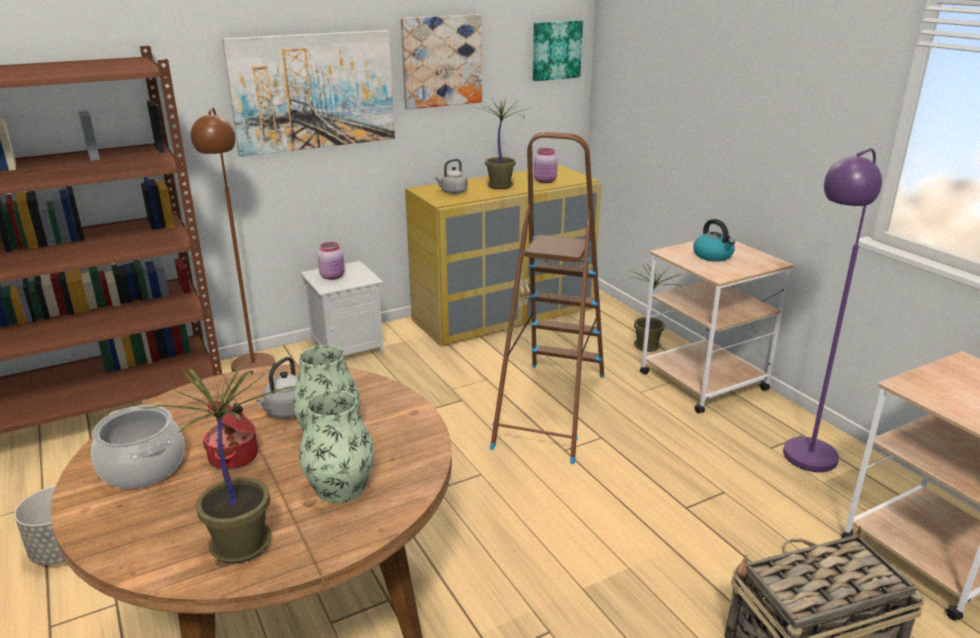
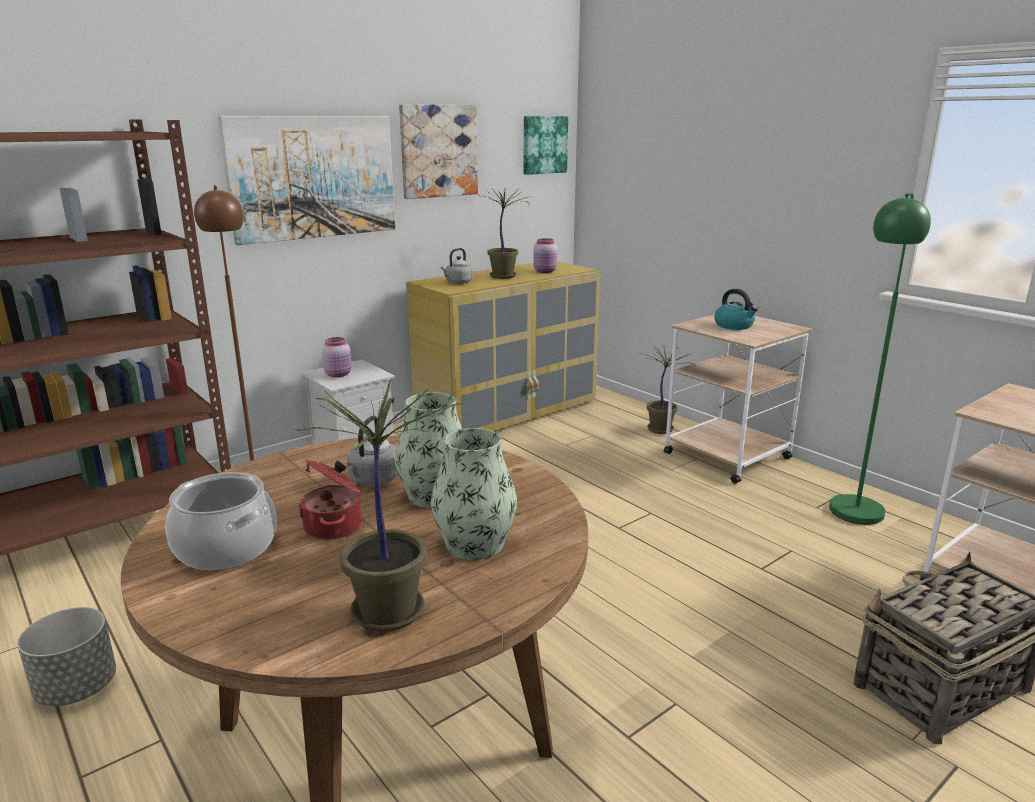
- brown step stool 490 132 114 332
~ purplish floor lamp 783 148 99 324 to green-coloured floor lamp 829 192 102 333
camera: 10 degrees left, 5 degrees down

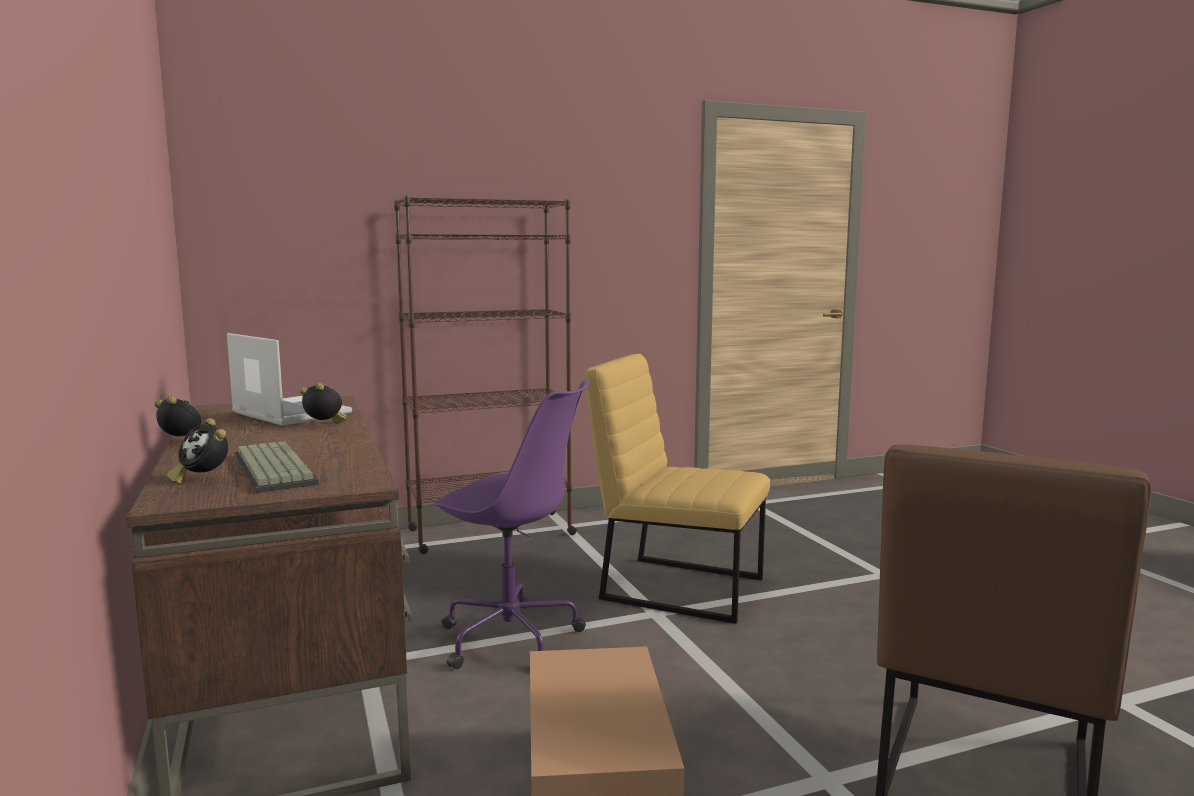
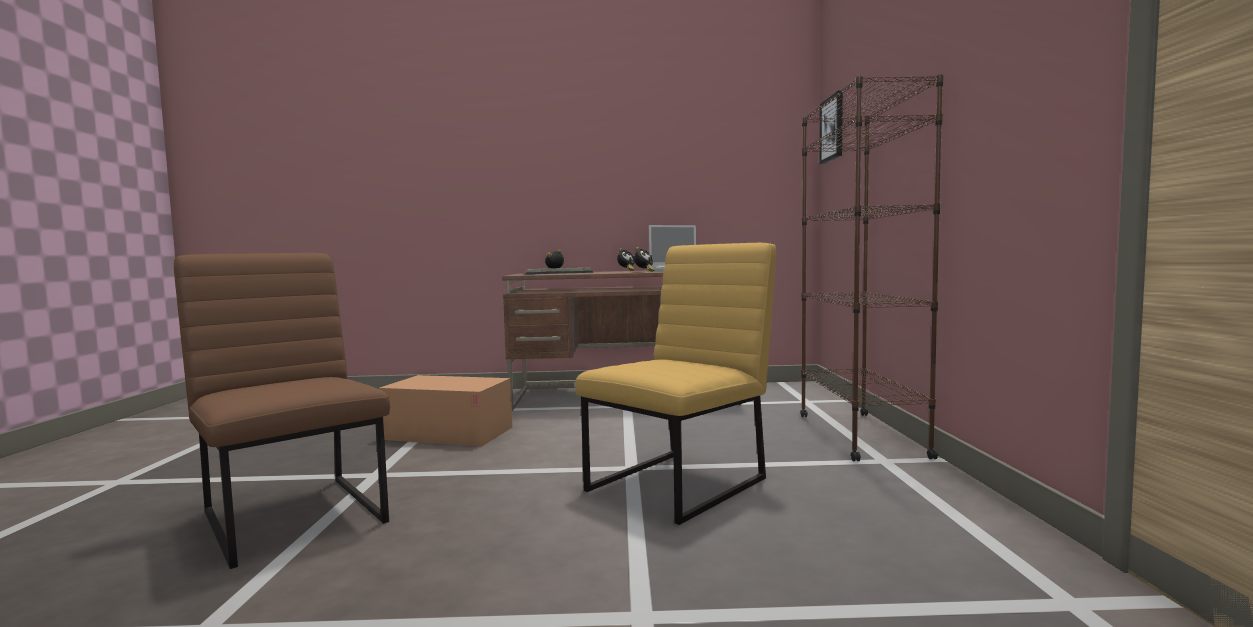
- purplish computer chair 433 380 157 289
+ wall picture 820 90 23 74
camera: 110 degrees right, 5 degrees down

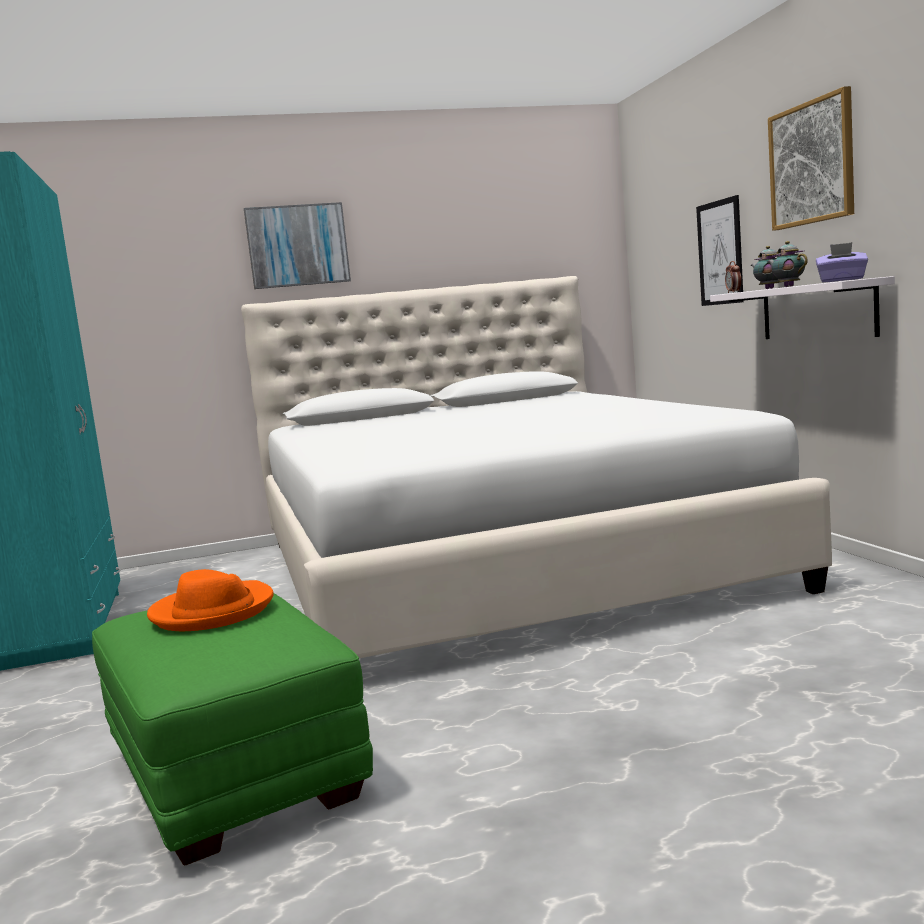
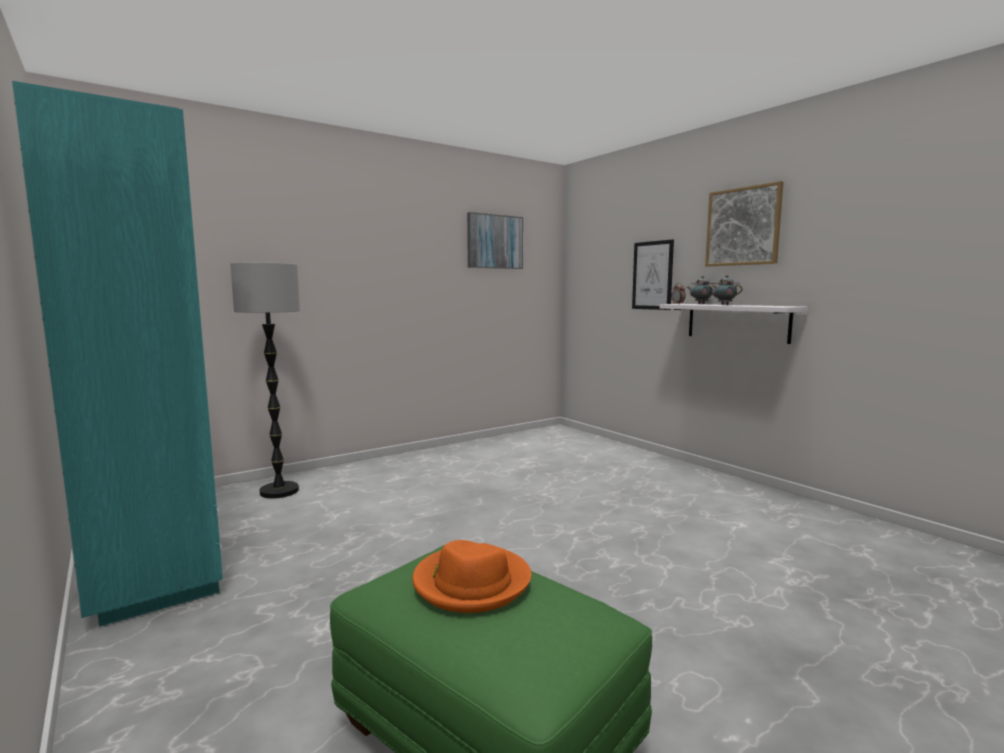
- whitish sleeping bed 241 276 591 382
~ wall picture 244 202 107 87 to 467 212 56 57
- purplish tissue holder 816 242 52 40
+ floor lamp 230 262 70 237
camera: 20 degrees left, 0 degrees up

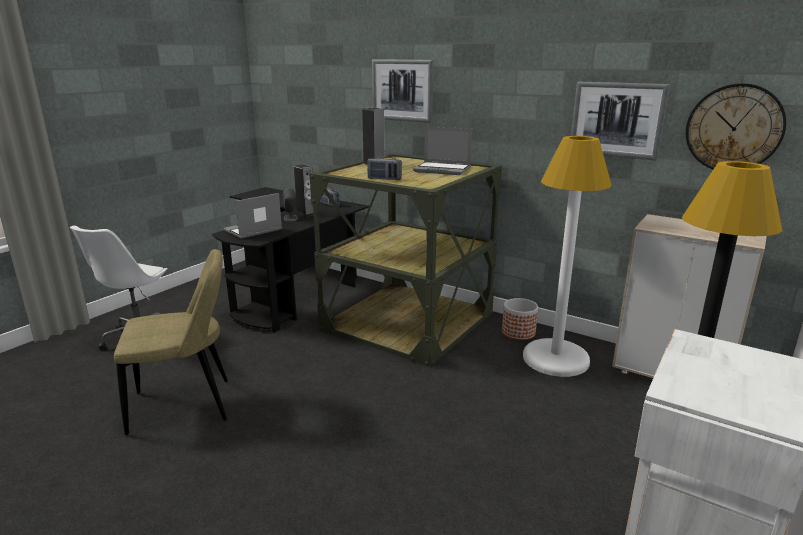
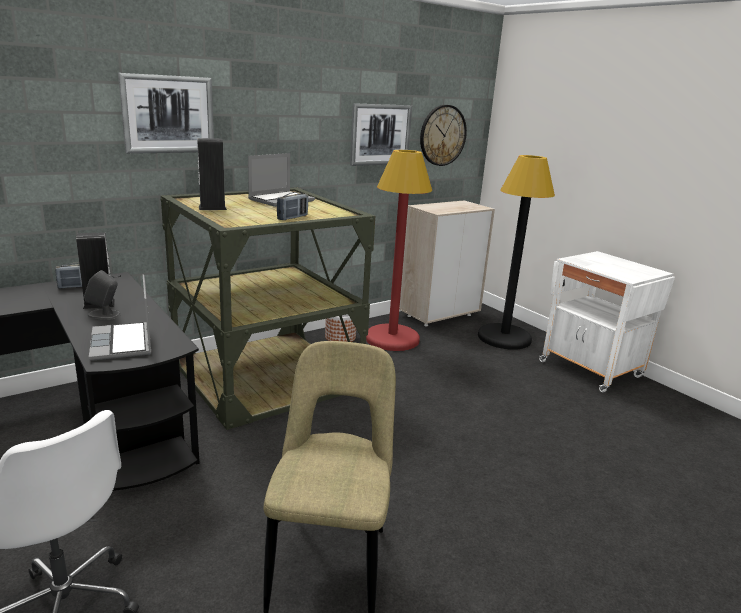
~ whitish floor lamp 523 136 89 241 to reddish floor lamp 366 150 66 201
camera: 70 degrees left, 0 degrees up

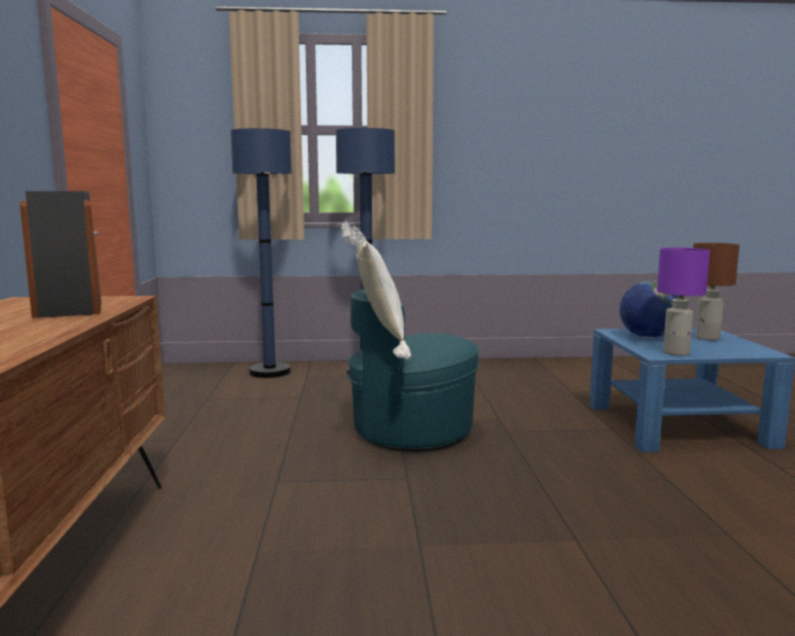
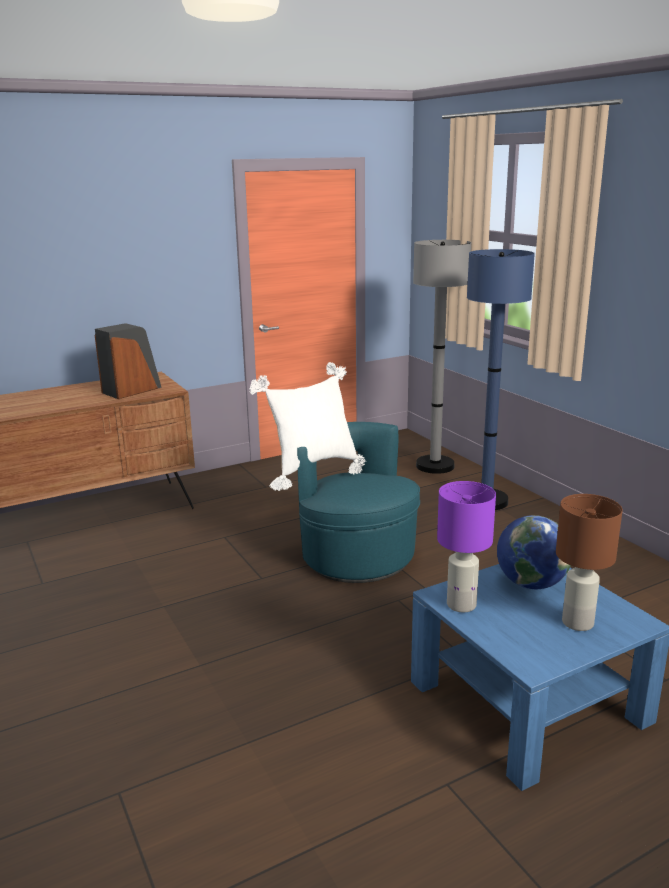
~ blue floor lamp 231 128 61 250 to gray floor lamp 413 240 59 234
camera: 65 degrees right, 10 degrees up

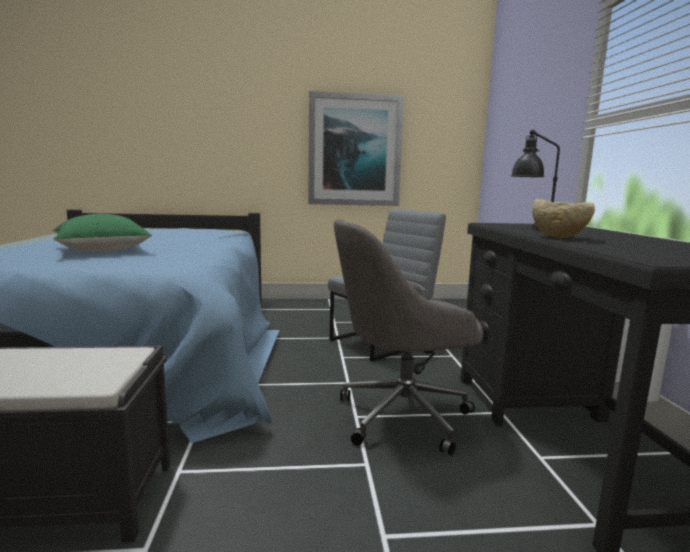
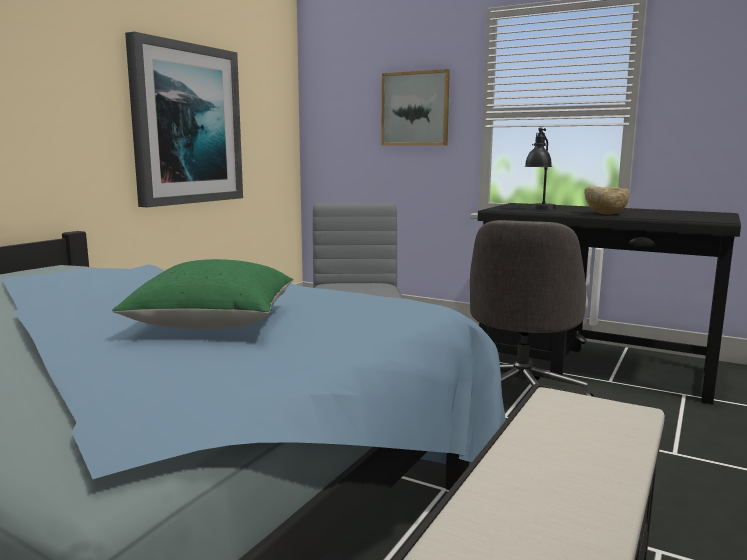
+ wall picture 381 69 69 77
camera: 55 degrees left, 0 degrees up

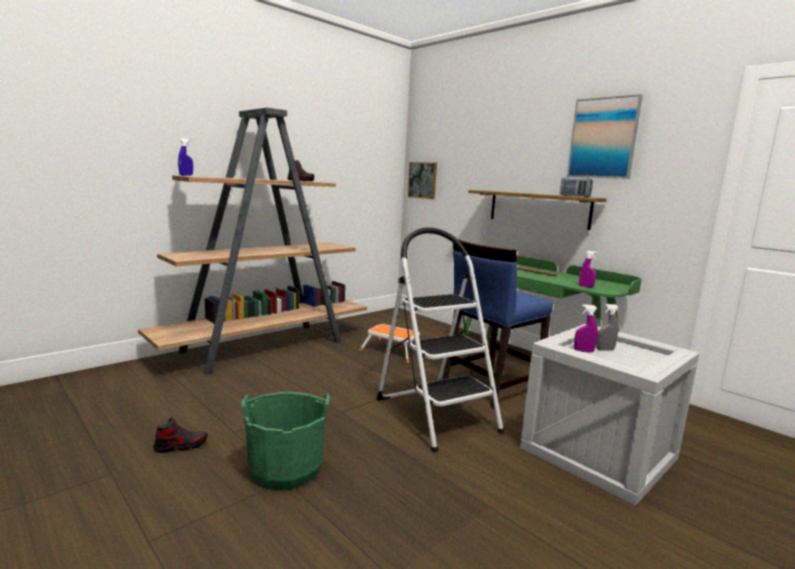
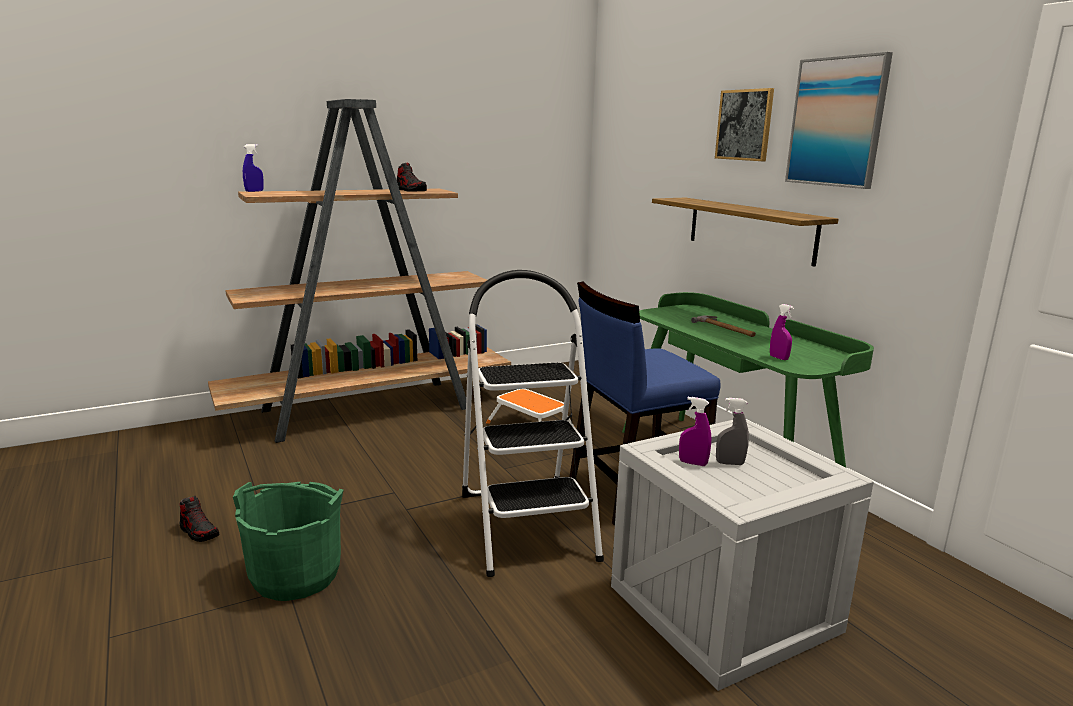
~ item of footwear 153 418 54 35 = 179 496 40 46 45 degrees clockwise
~ wall picture 408 162 29 37 to 715 88 59 73
- radio receiver 560 175 33 22
camera: 15 degrees right, 5 degrees up

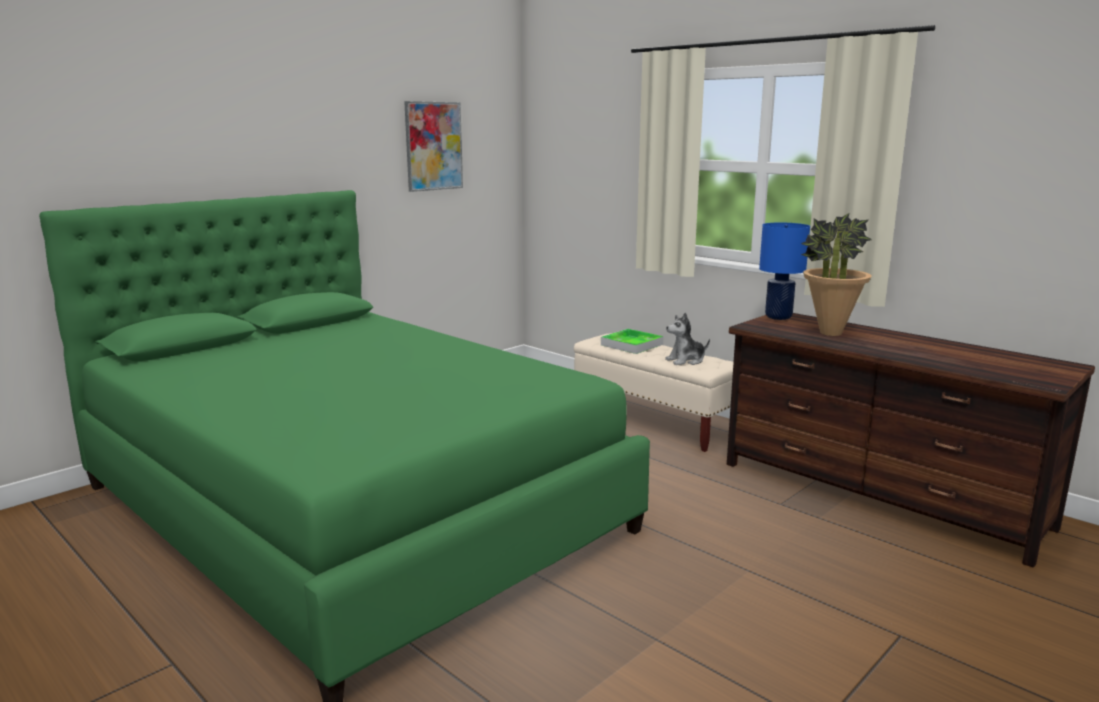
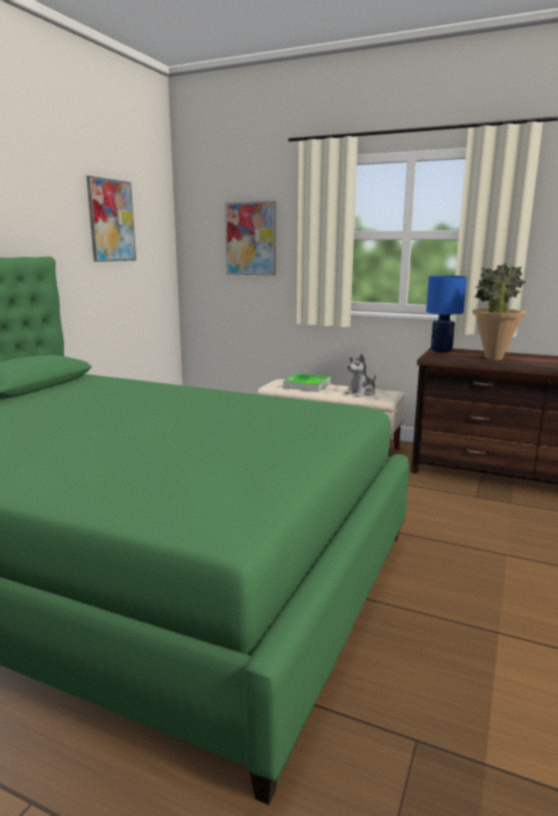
+ wall picture 225 201 51 75
camera: 20 degrees left, 0 degrees up

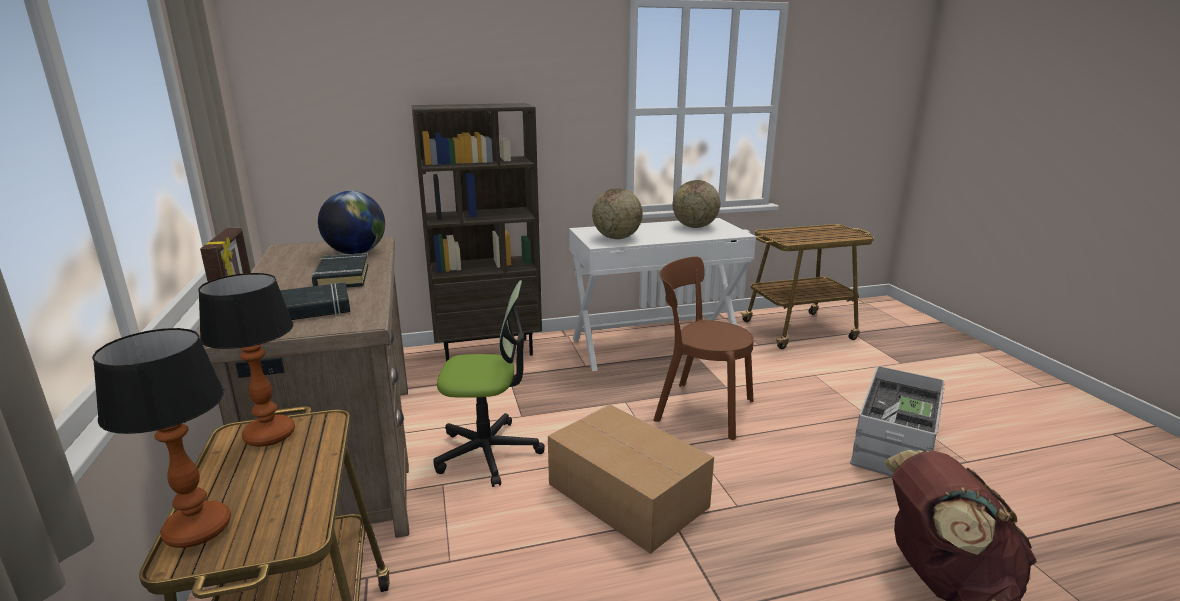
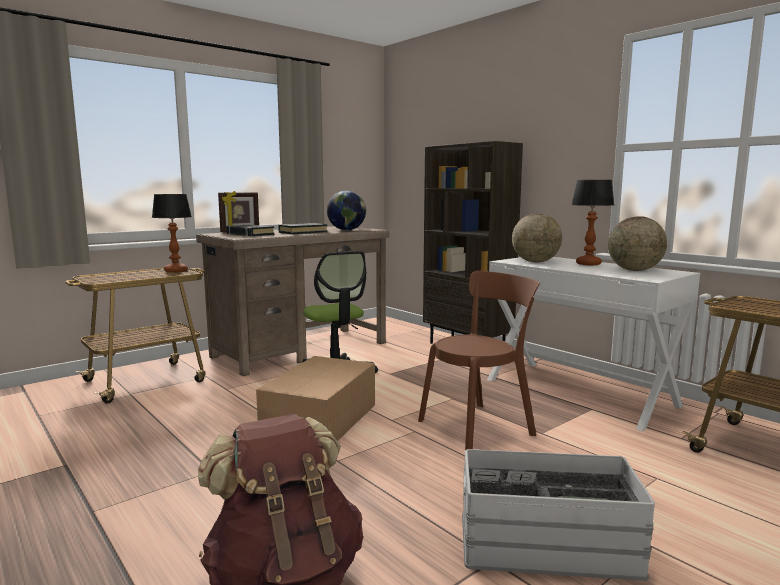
~ tabletop lamp 92 328 139 220 to 571 180 43 85
~ brown plain chair 653 257 101 183 = 418 271 122 179 60 degrees clockwise
camera: 65 degrees right, 10 degrees down

